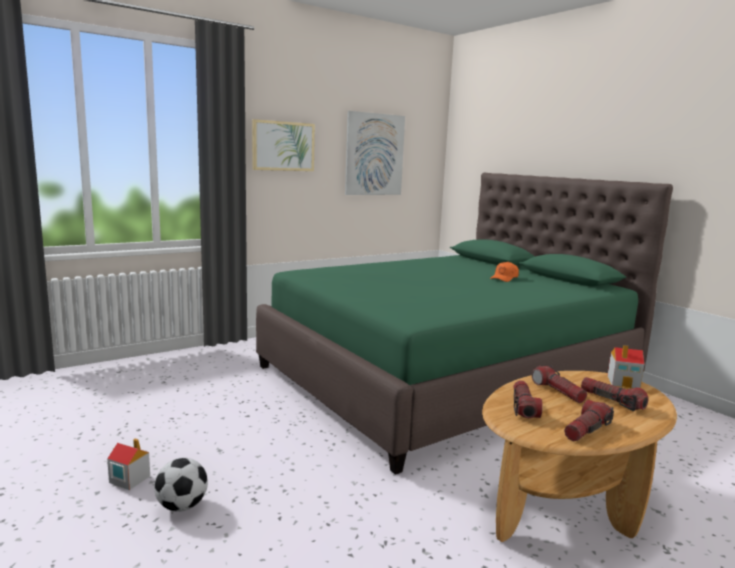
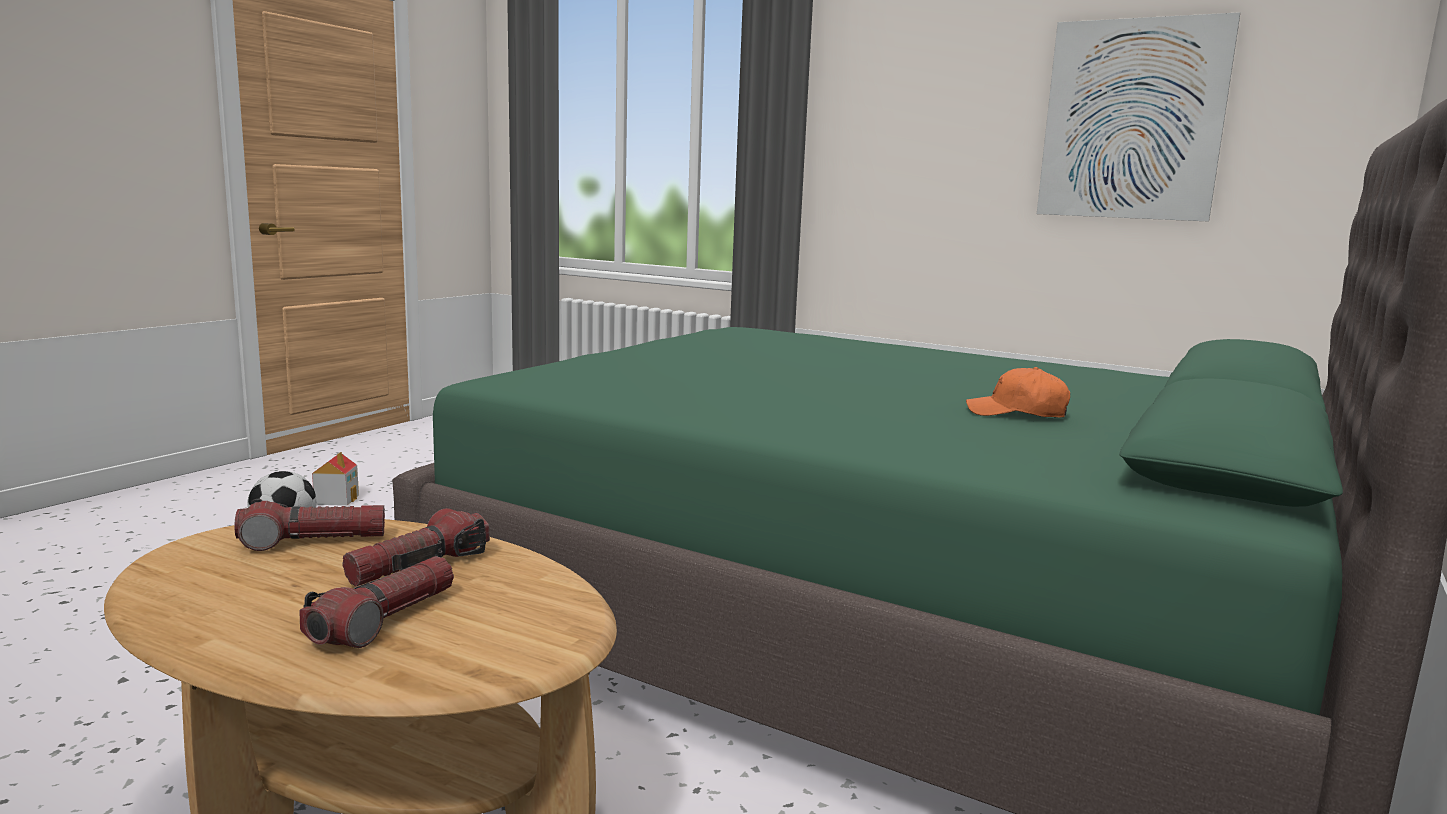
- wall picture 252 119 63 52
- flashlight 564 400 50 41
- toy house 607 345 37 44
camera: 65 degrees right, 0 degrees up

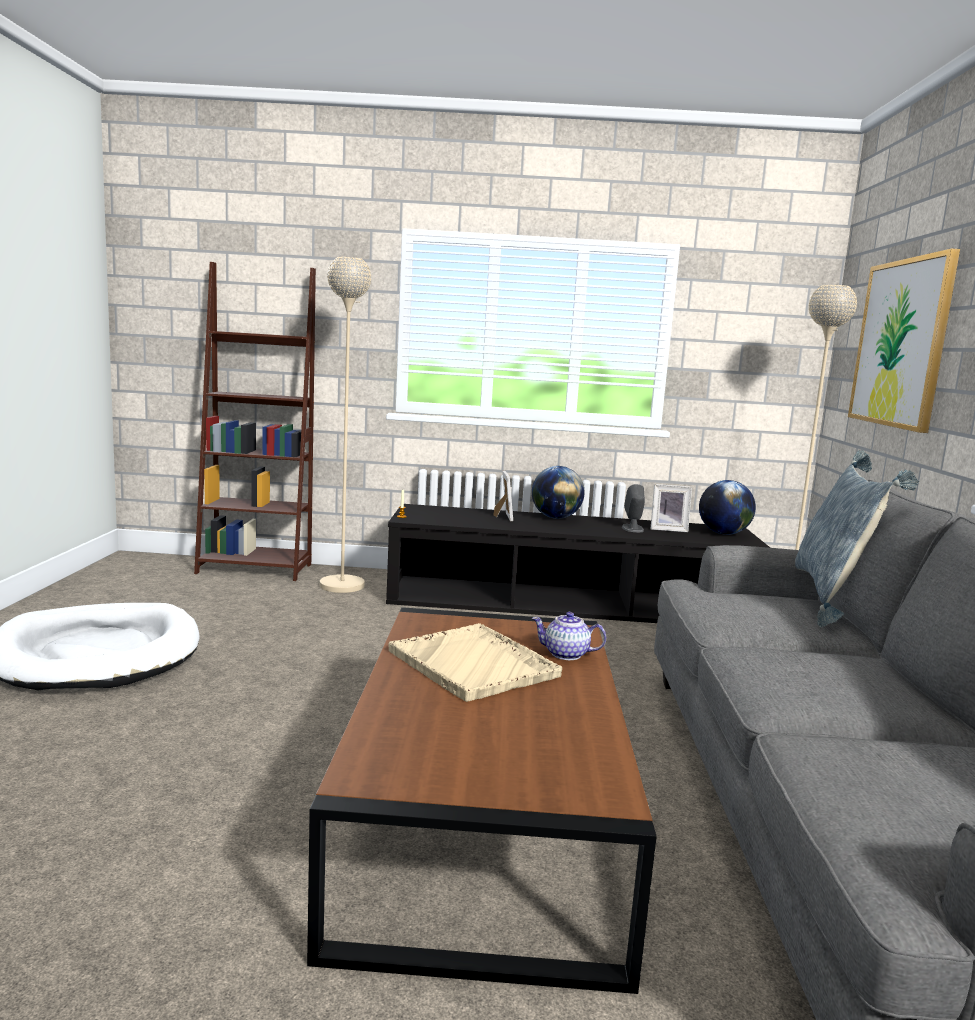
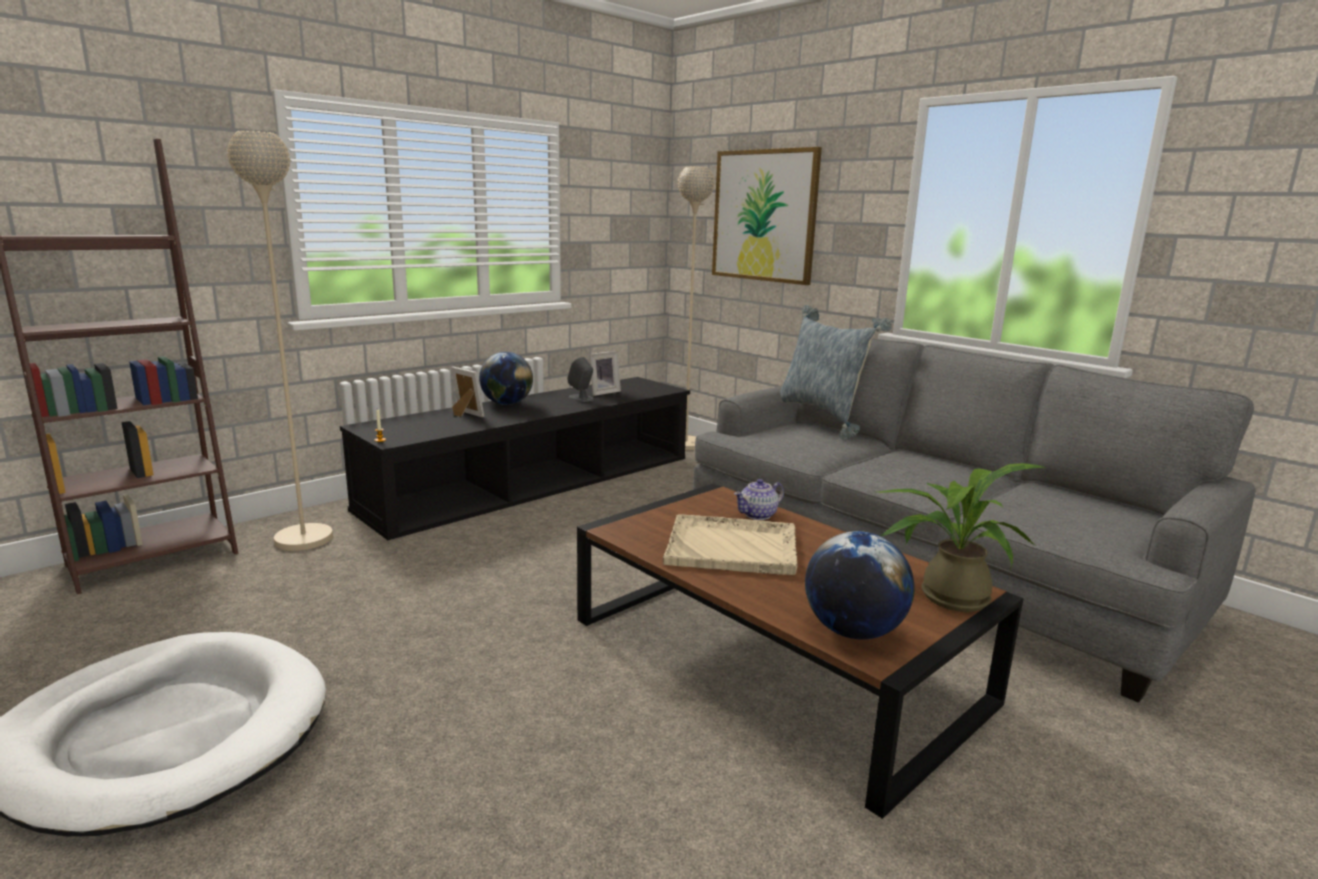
~ globe 699 480 57 55 to 805 531 109 109
+ potted plant 877 463 169 149
camera: 45 degrees left, 5 degrees up

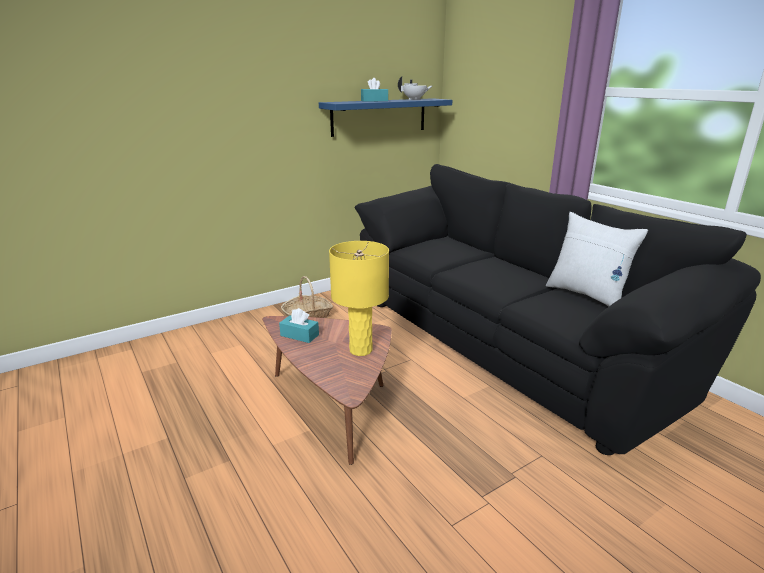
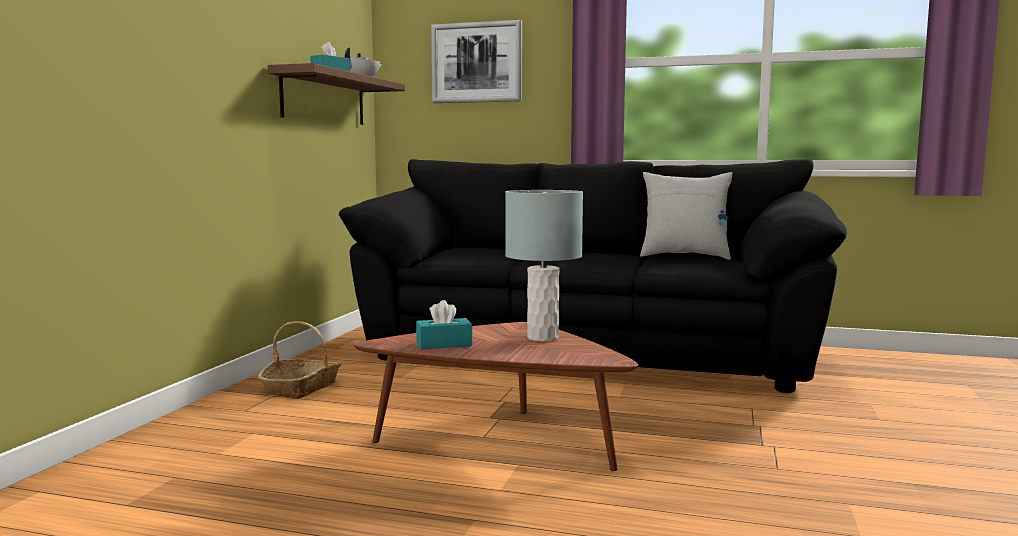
~ blue shelf 319 98 133 39 to brown shelf 268 63 137 62
~ yellowish tabletop lamp 329 241 60 115 to gray tabletop lamp 505 190 78 152
+ wall picture 431 20 91 83
camera: 40 degrees left, 15 degrees down

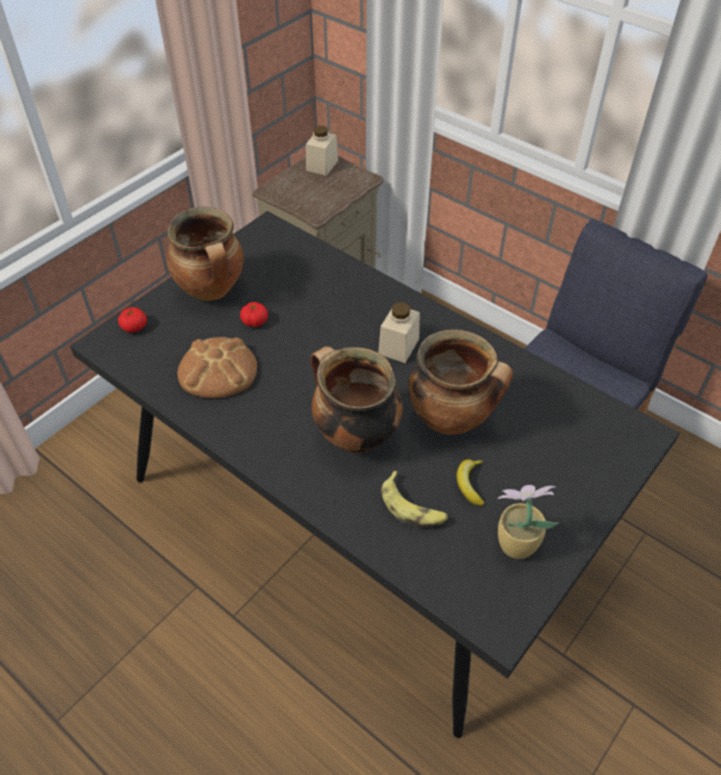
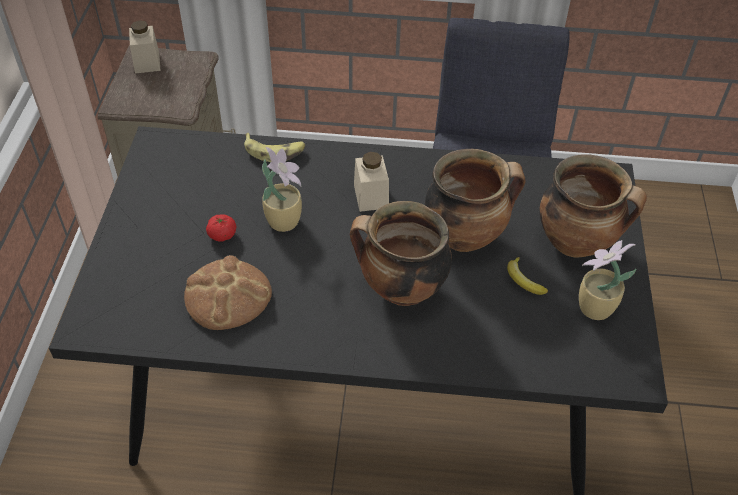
- whole tomato 118 307 29 26
~ stockpot 167 207 77 94 to 540 154 107 104
~ banana fruit 381 471 67 57 to 244 133 61 29
+ potted plant 262 147 40 85
camera: 35 degrees left, 0 degrees up

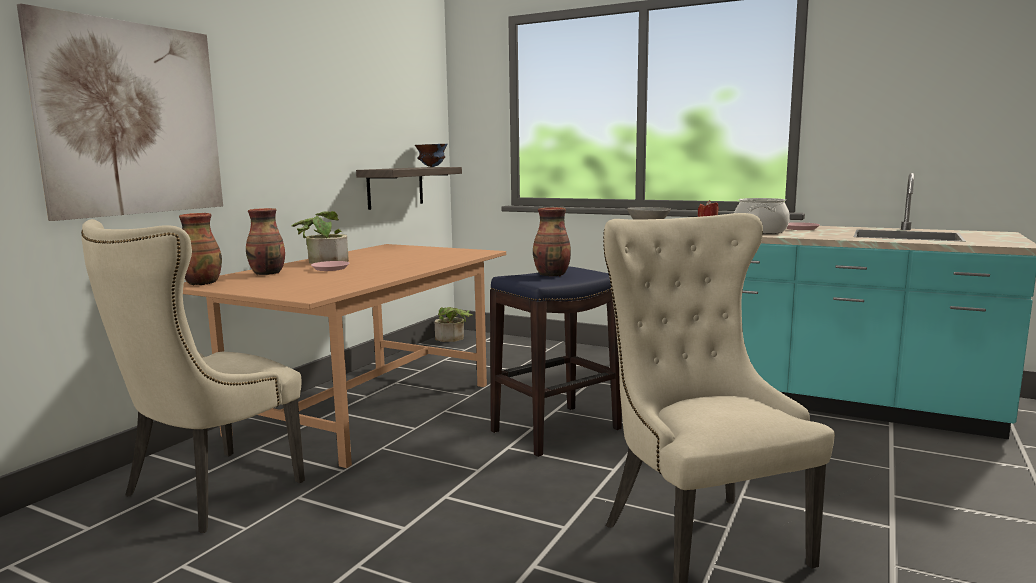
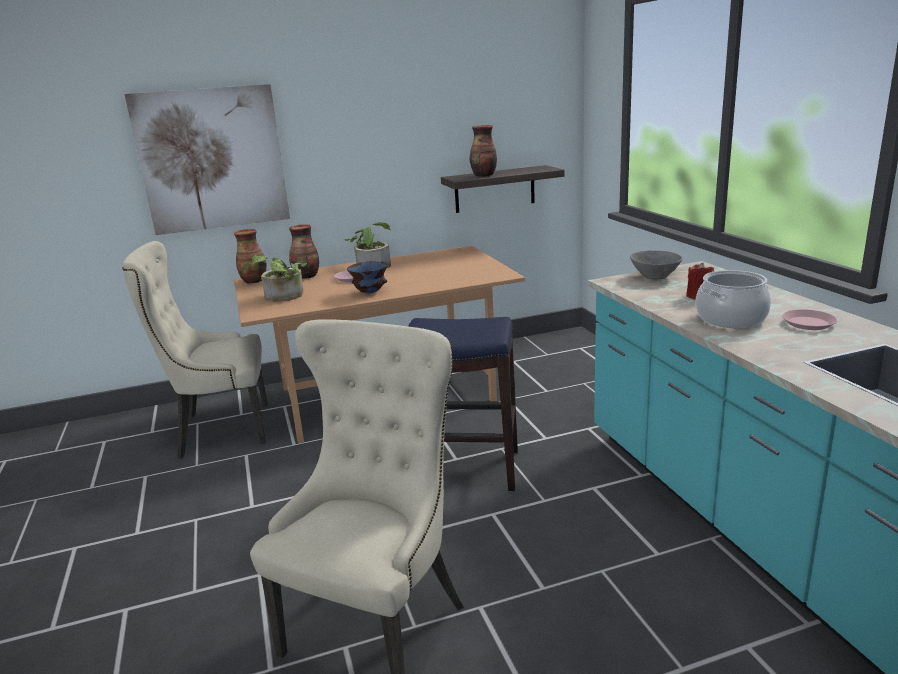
~ blue bowl 415 144 33 23 to 347 261 41 33
~ potted plant 435 307 38 35 to 252 255 55 47
~ decorative vase 533 207 38 69 to 470 125 27 52
camera: 45 degrees right, 10 degrees up

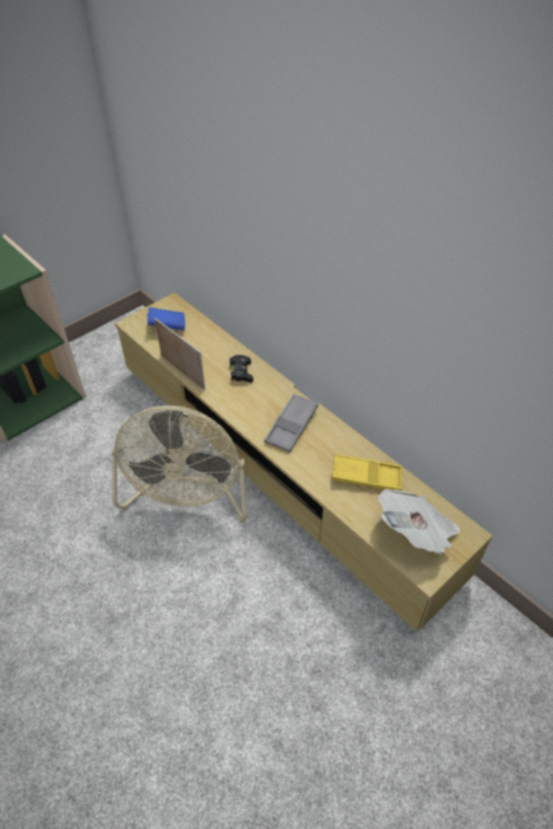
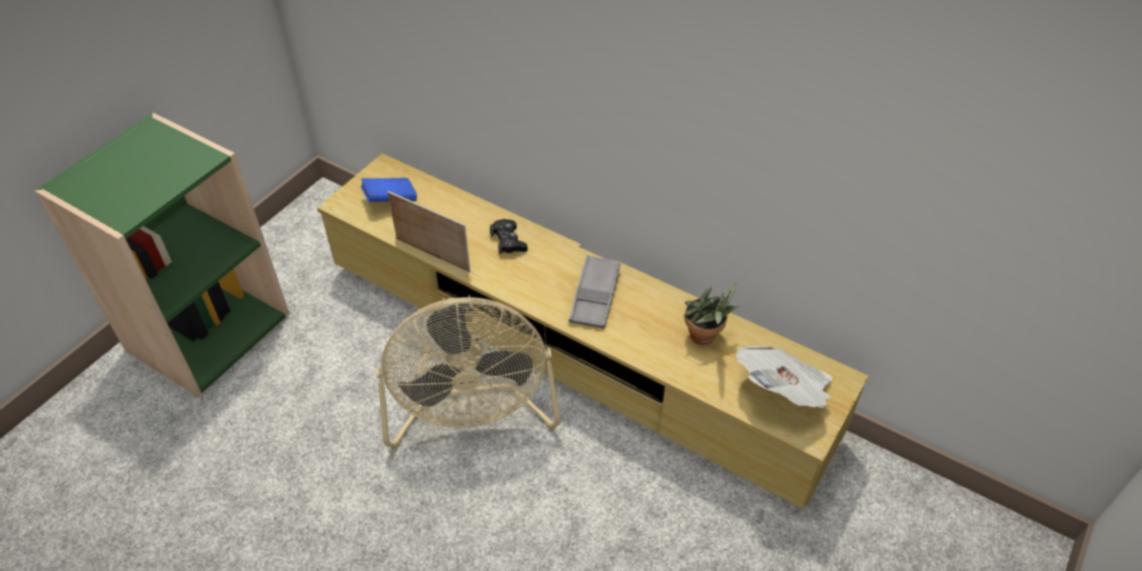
~ yellowish serving tray 332 454 70 37 to potted plant 683 283 55 62
camera: 15 degrees left, 0 degrees up

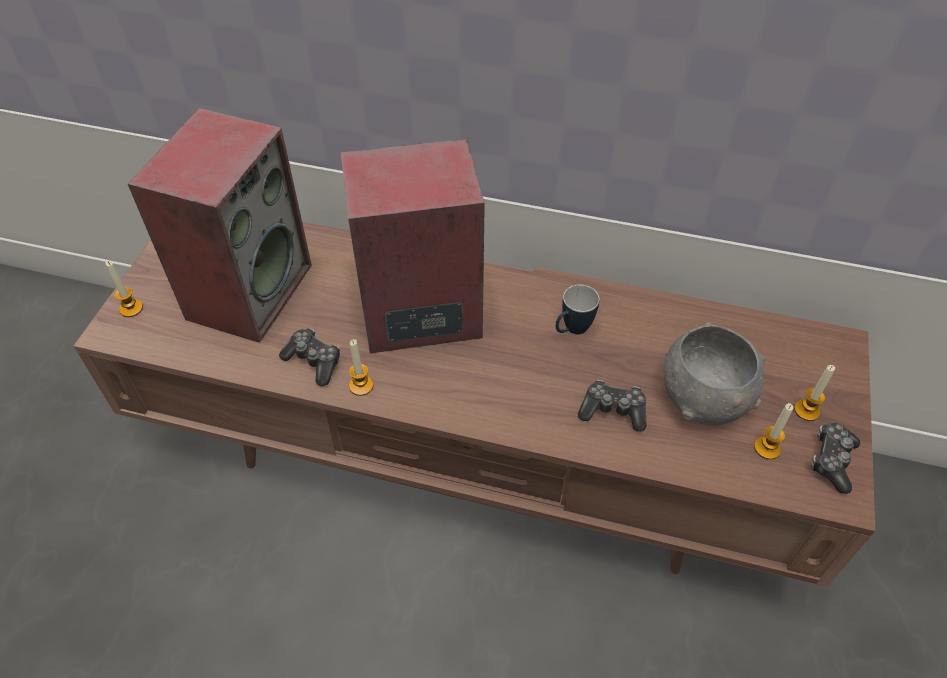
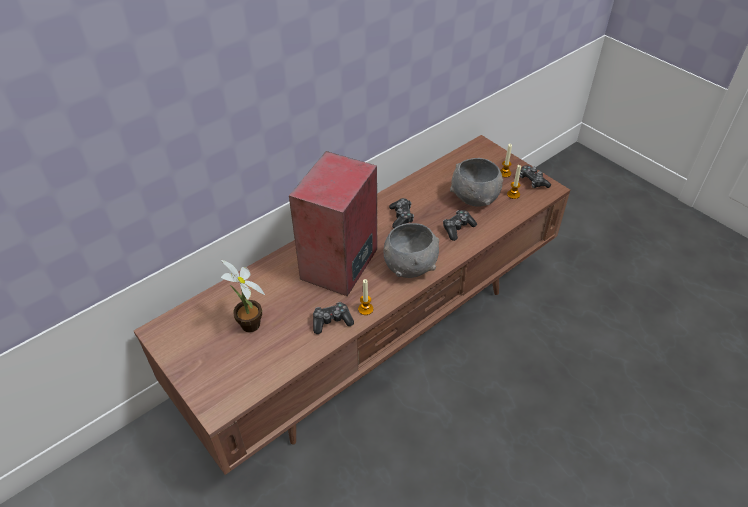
- wax light 105 261 38 56
~ audio speaker 128 108 184 235 to potted plant 221 260 44 72
~ coffee mug 555 285 45 49 to game controller 389 198 25 30
+ gray bowl 384 223 55 55
camera: 55 degrees left, 5 degrees down

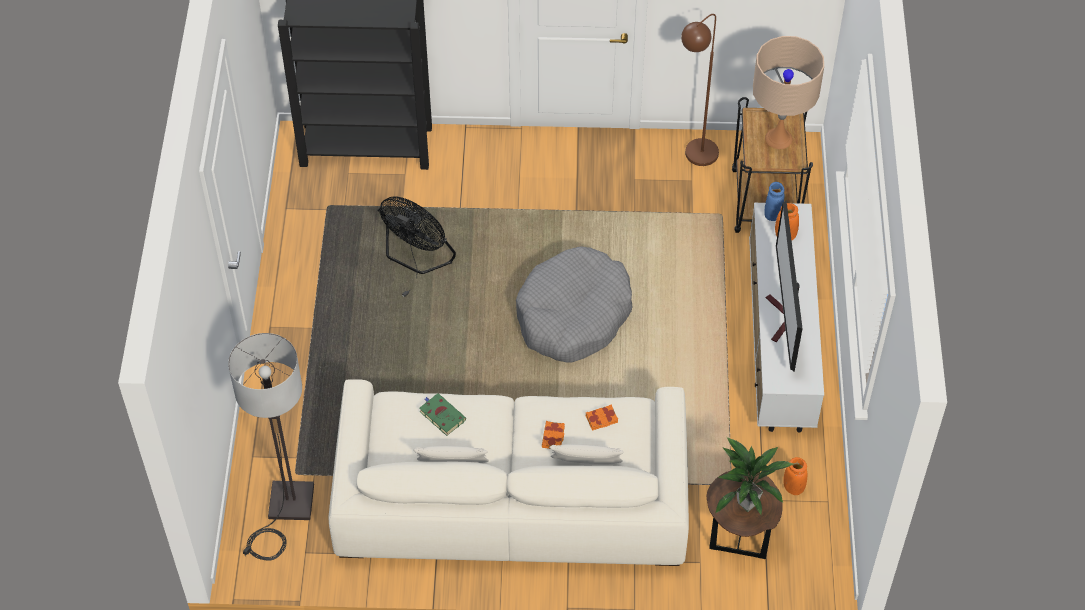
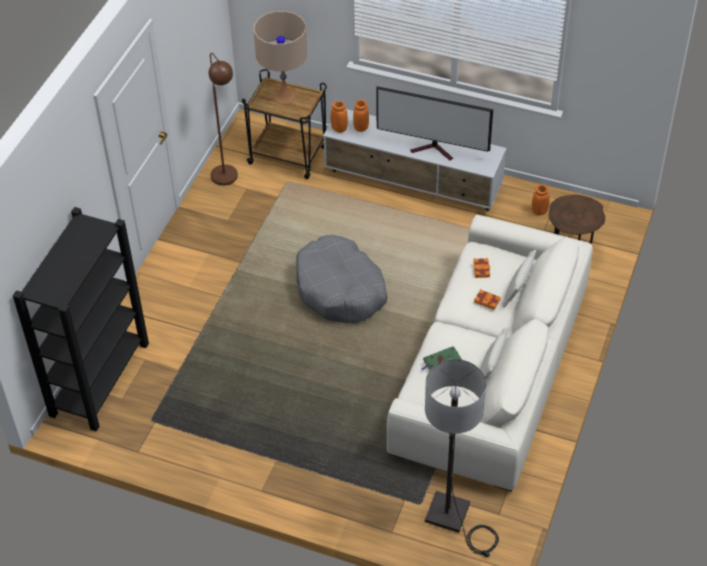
- blackish fan 377 197 79 99
- potted plant 715 437 78 78
~ blue decorative vase 764 182 21 39 to orange-coloured decorative vase 331 101 17 32
camera: 70 degrees left, 5 degrees down

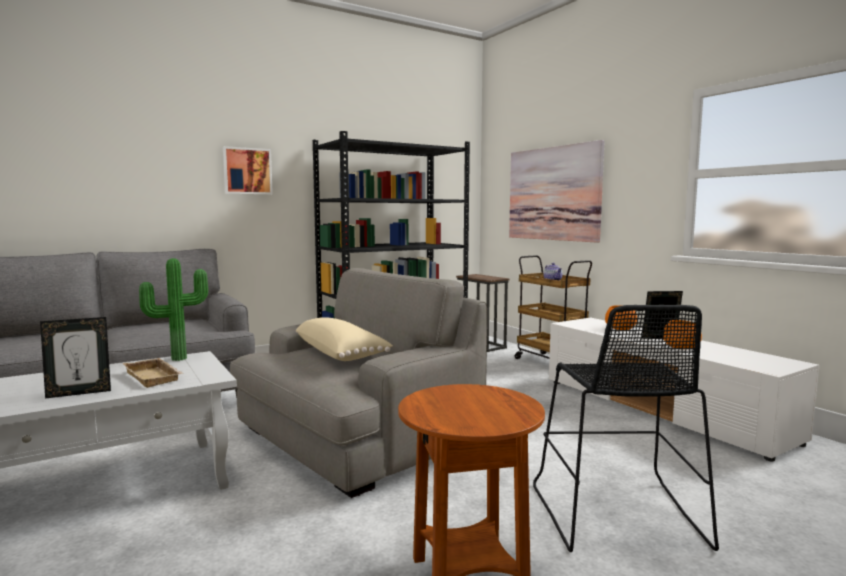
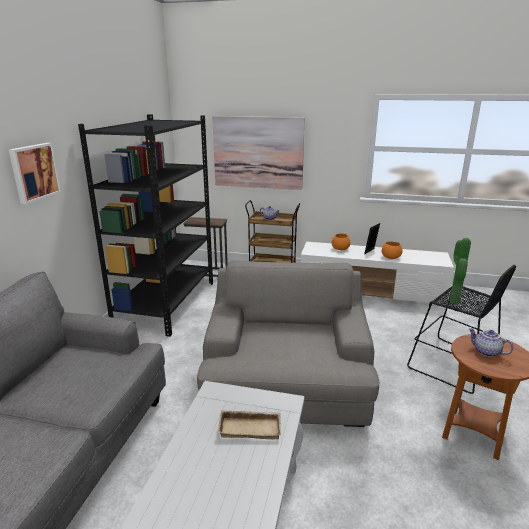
- photo frame 40 317 71 81
~ potted plant 139 258 69 103 to 449 238 22 66
- sand-coloured pillow 296 317 97 44
+ tea pot 469 328 44 29
camera: 45 degrees left, 15 degrees up

